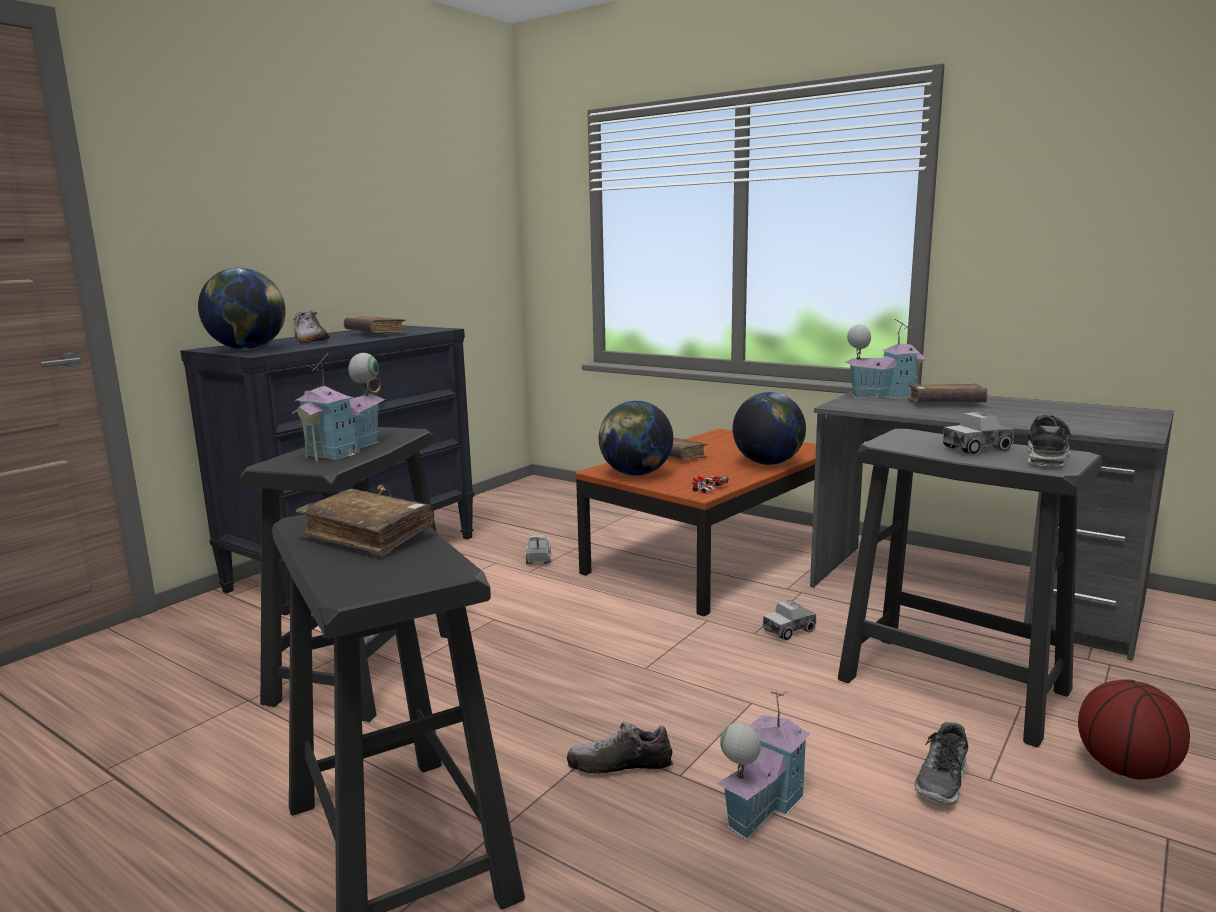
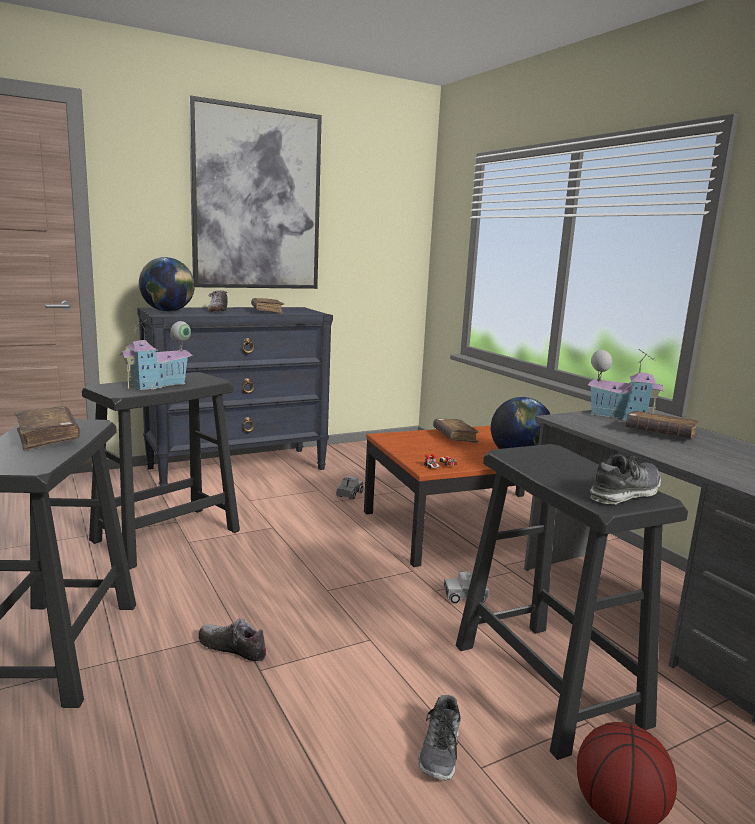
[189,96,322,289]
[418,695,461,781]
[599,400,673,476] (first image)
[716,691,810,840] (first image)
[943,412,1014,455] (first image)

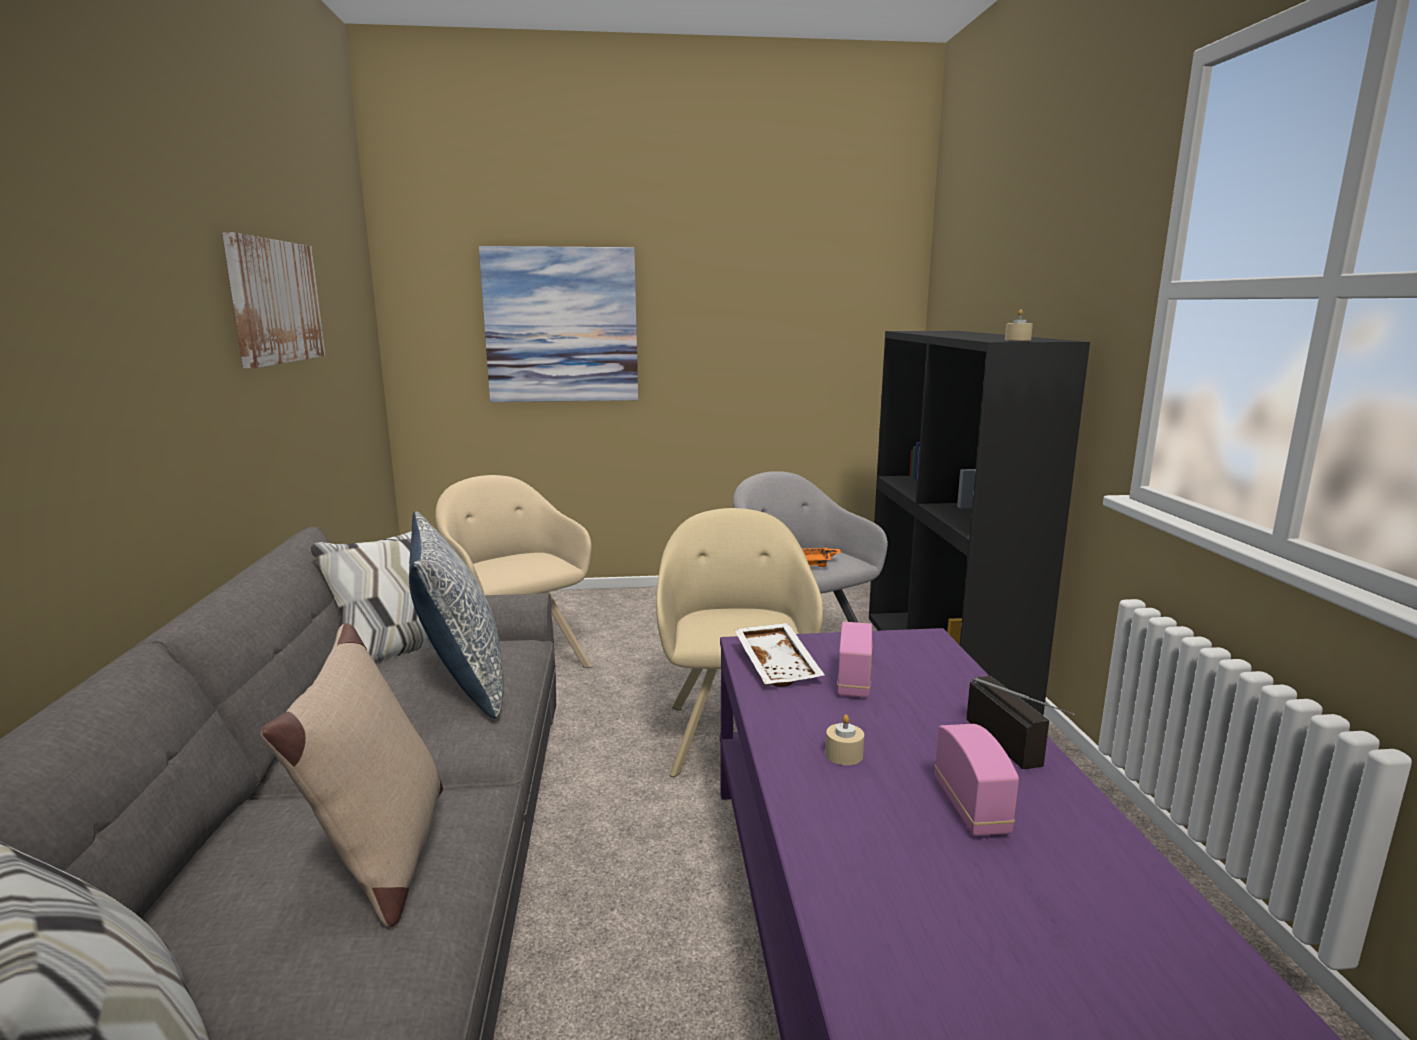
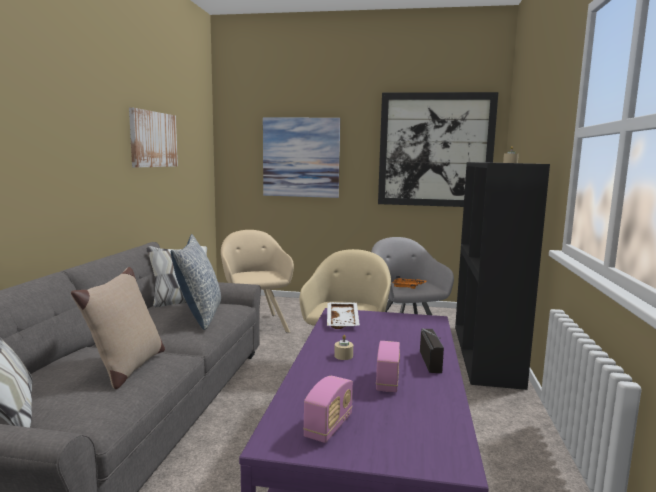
[303,376,353,443]
[378,92,498,207]

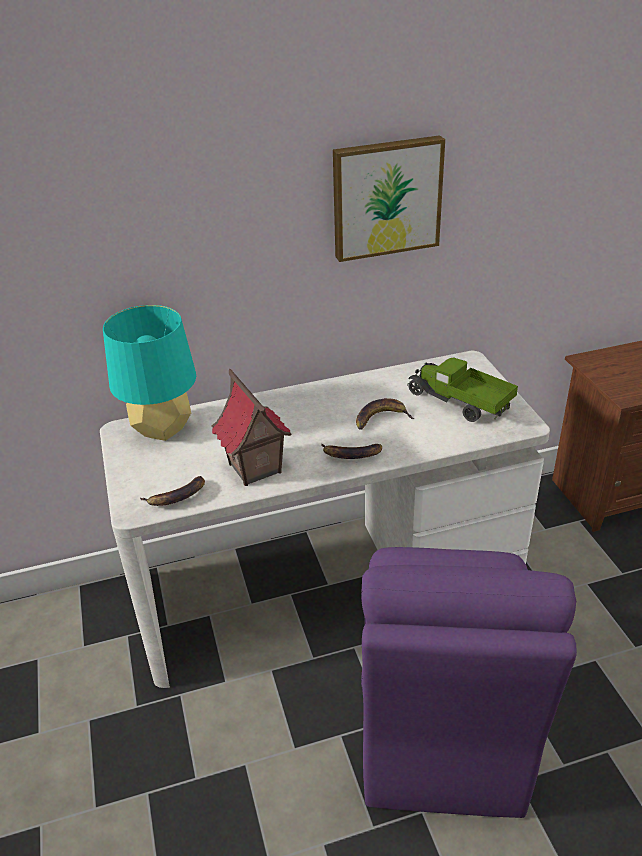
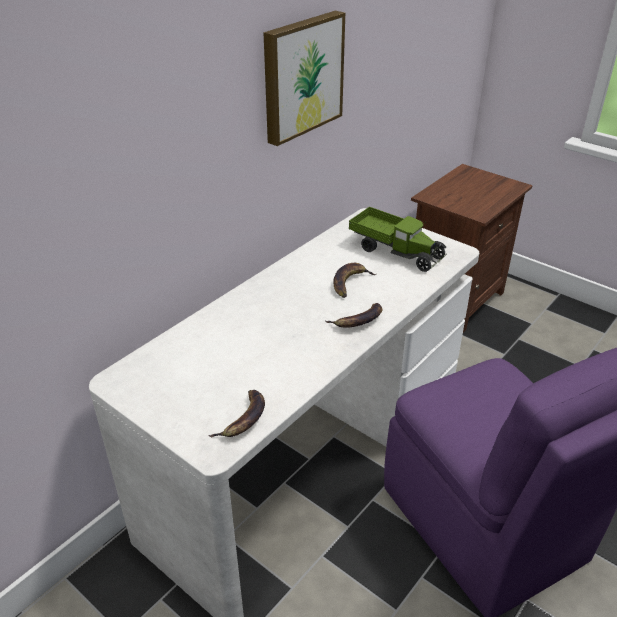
[349,207,446,272]
[103,305,196,441] (first image)
[212,368,291,486] (first image)

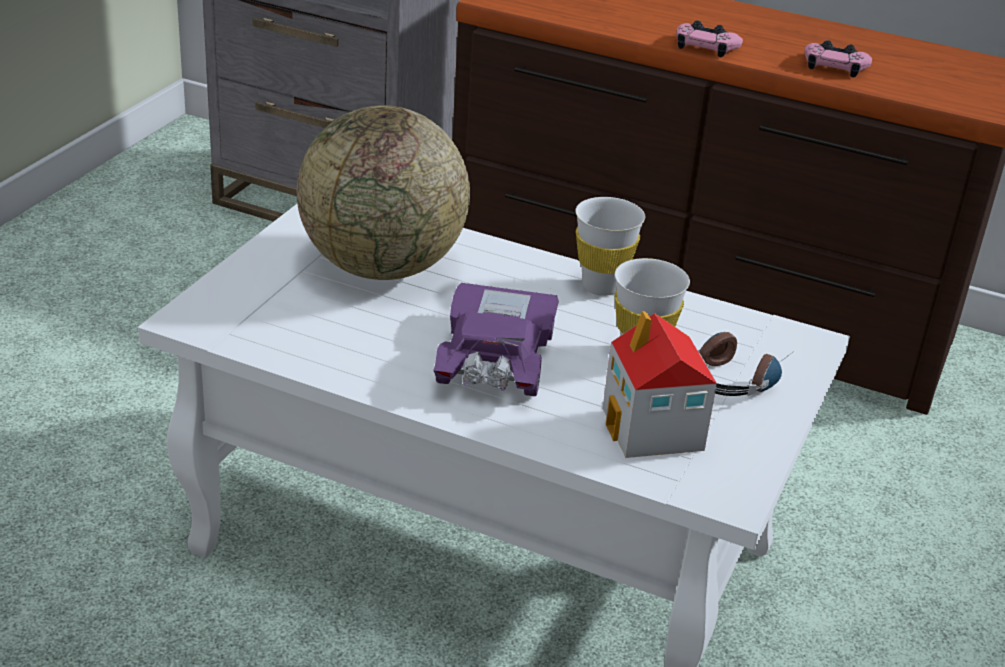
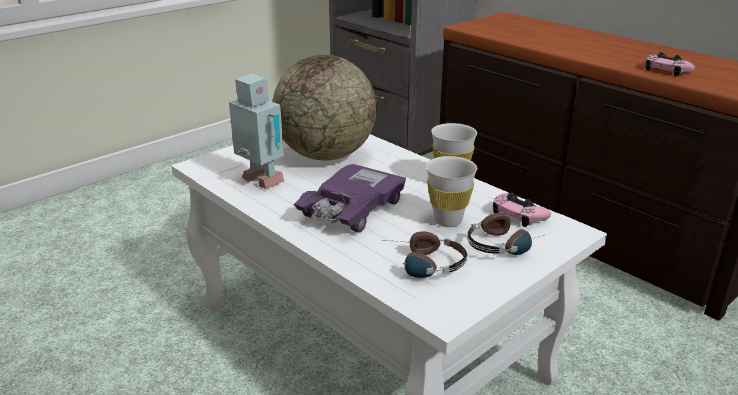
[229,73,284,189]
[386,231,468,278]
[493,193,551,227]

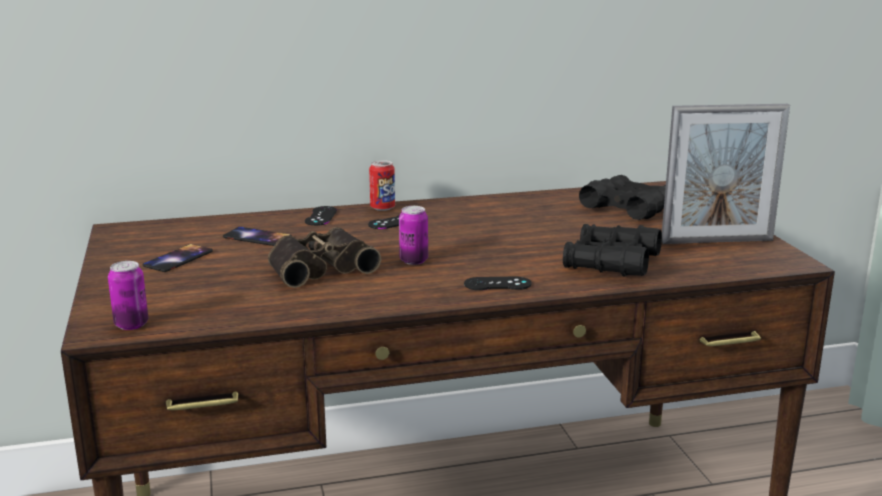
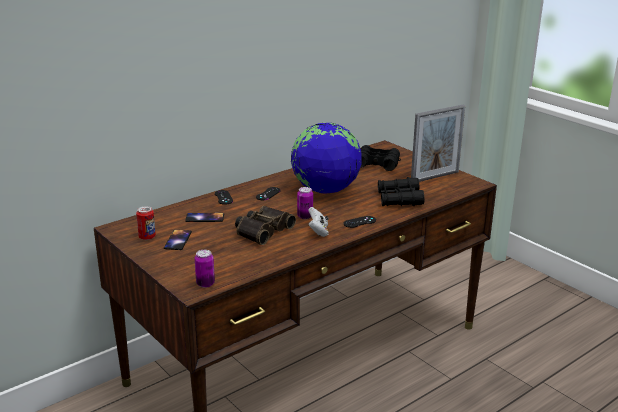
[136,206,156,240]
[291,122,362,194]
[308,207,329,237]

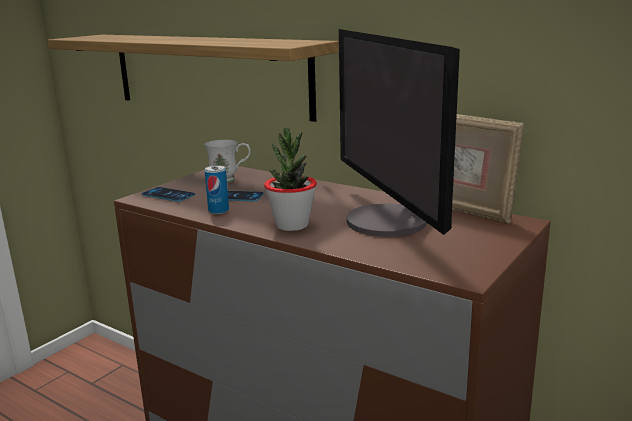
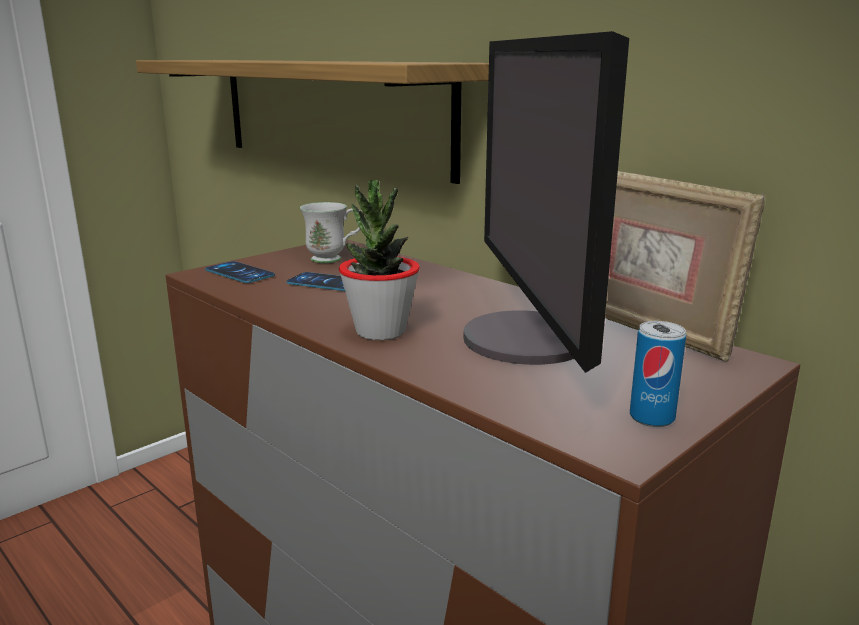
[630,321,686,427]

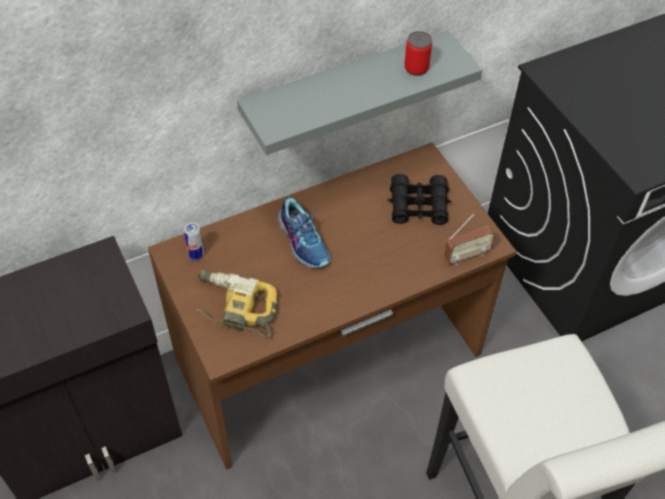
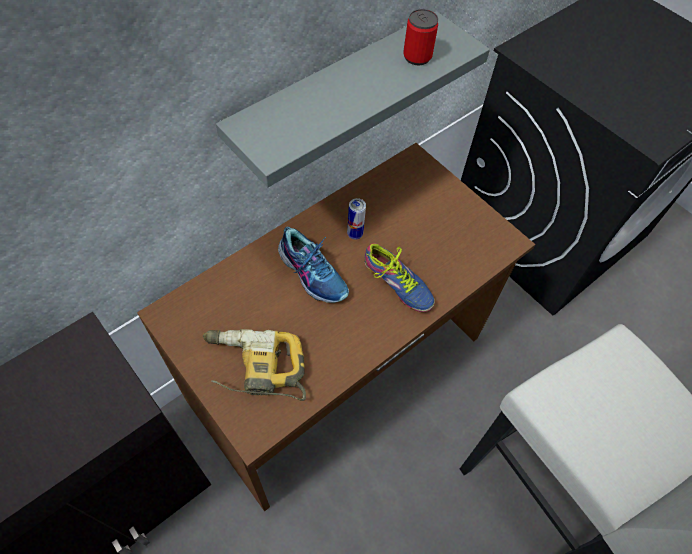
[347,198,366,239]
[365,243,435,312]
[388,174,452,225] (first image)
[444,214,496,265] (first image)

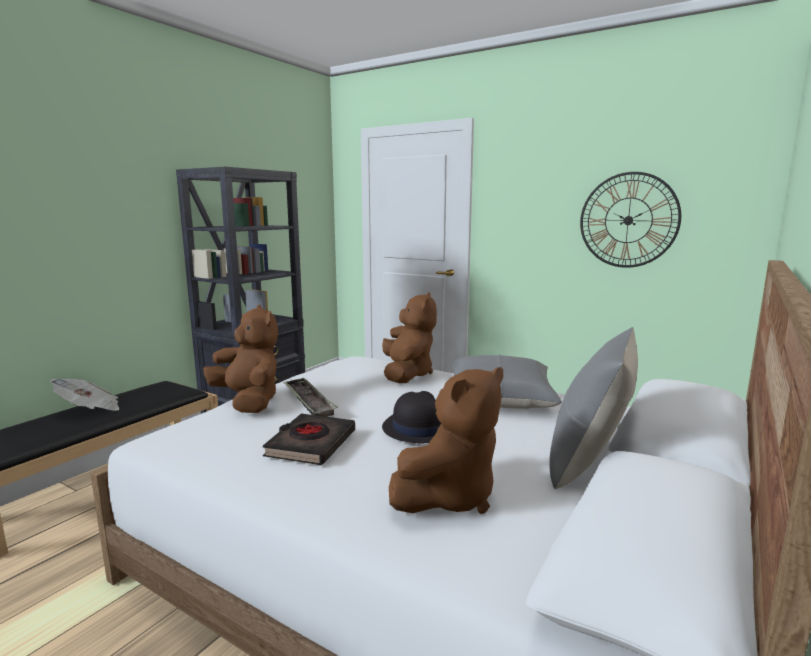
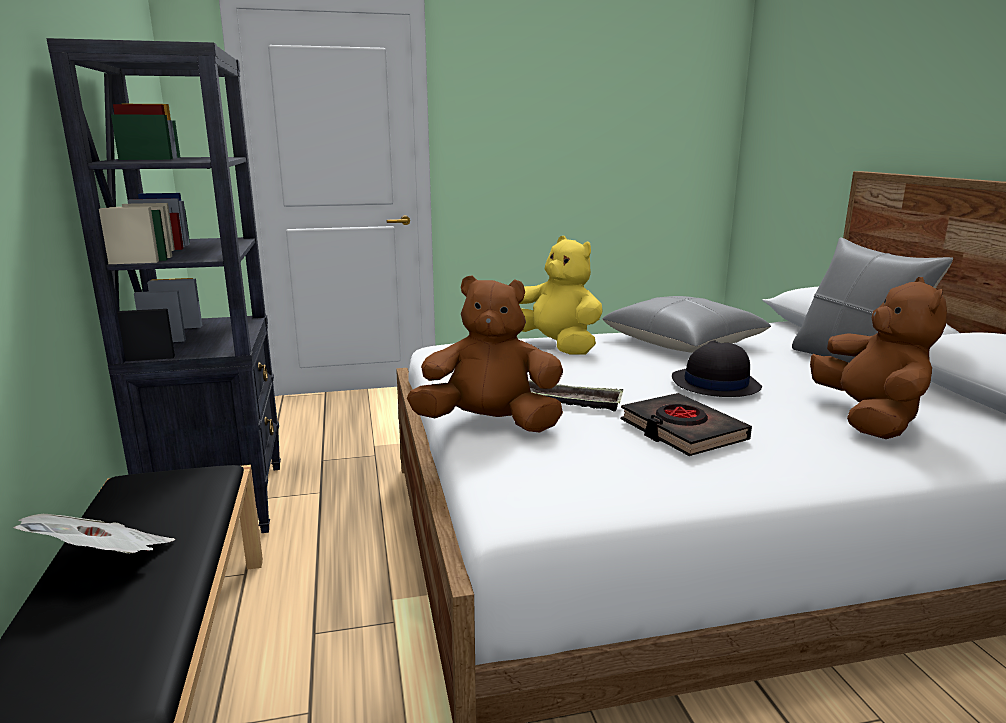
[519,236,603,355]
[580,172,681,268] (first image)

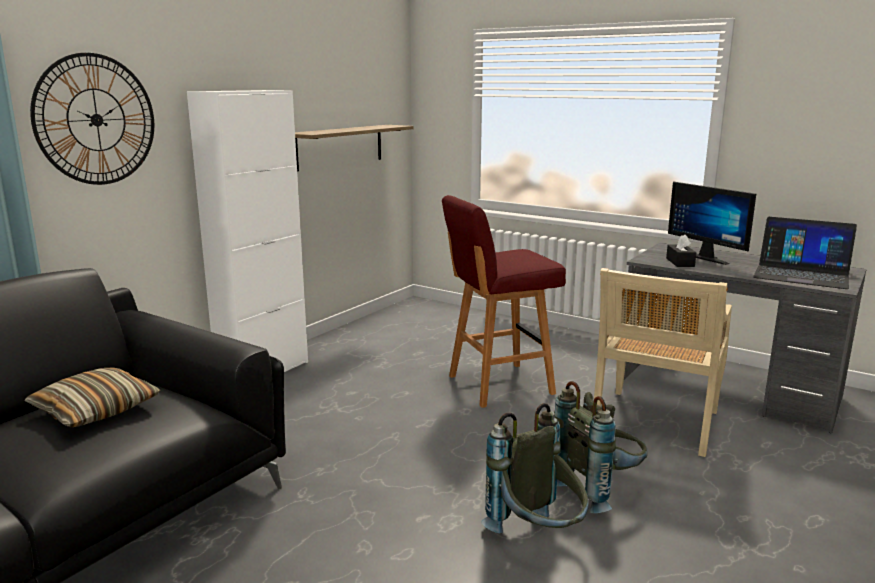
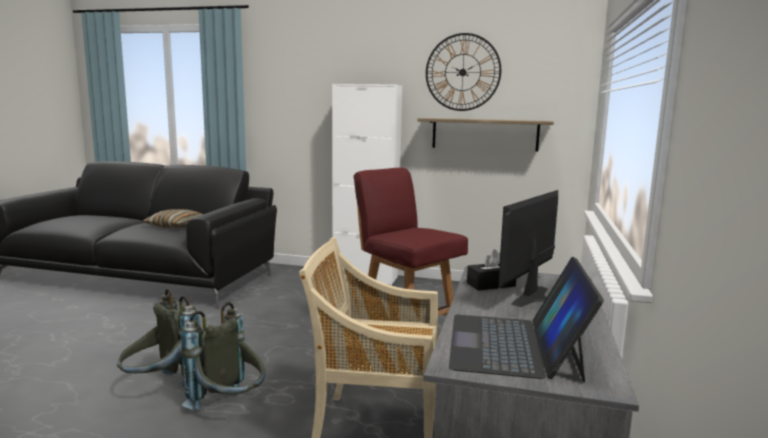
[426,33,501,111]

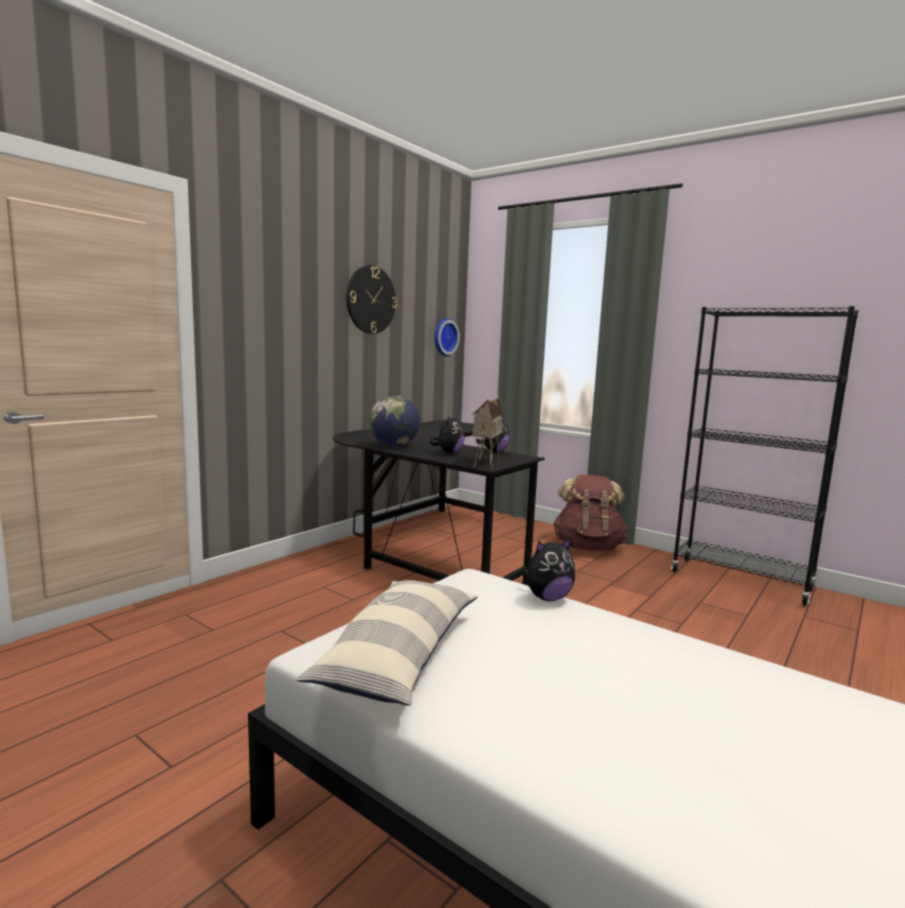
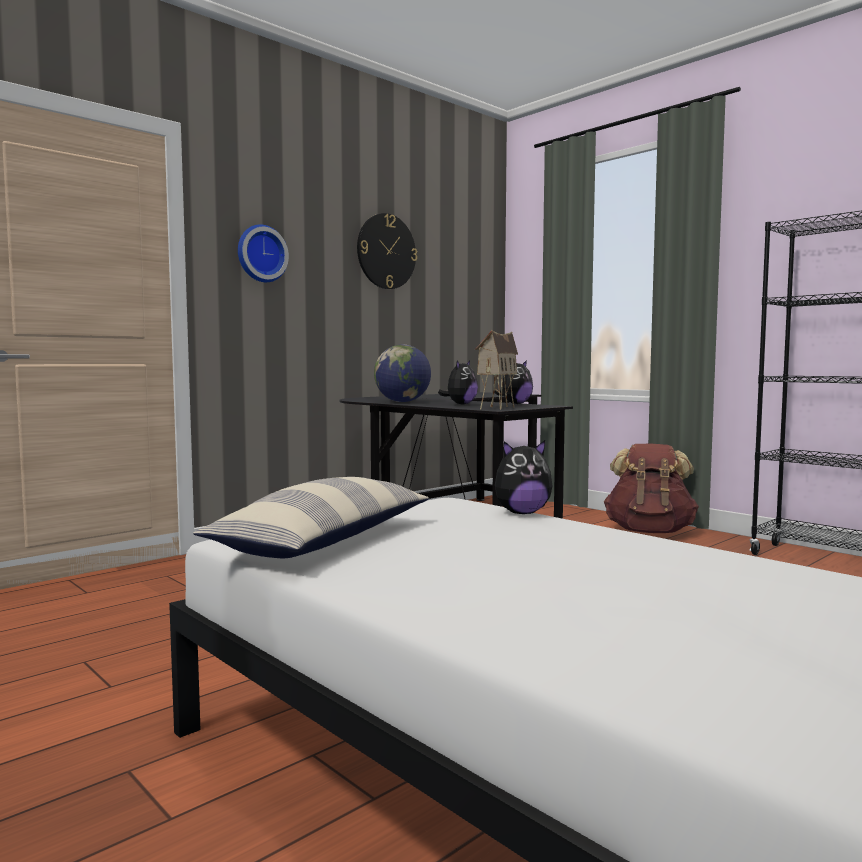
[238,224,289,282]

